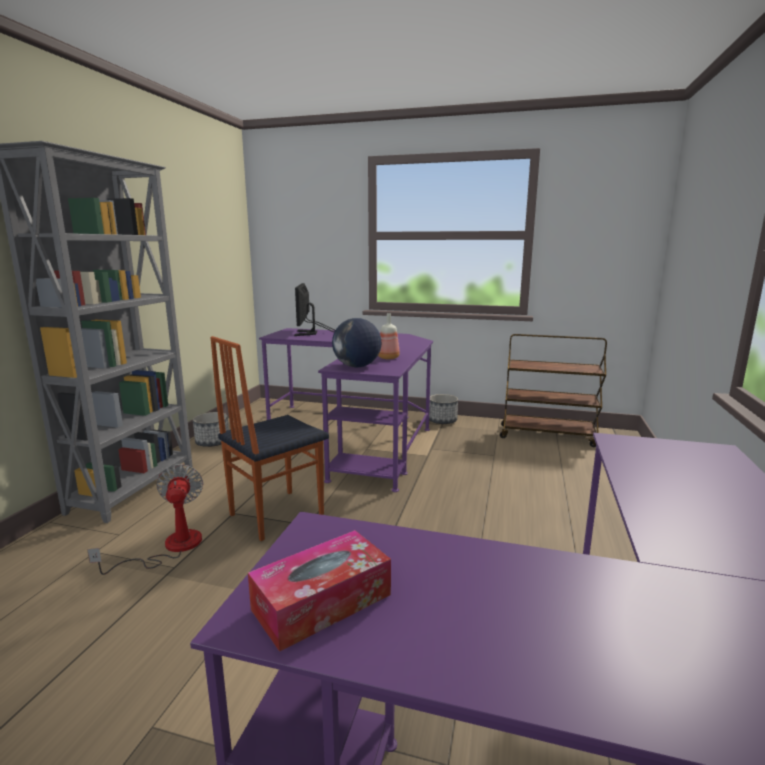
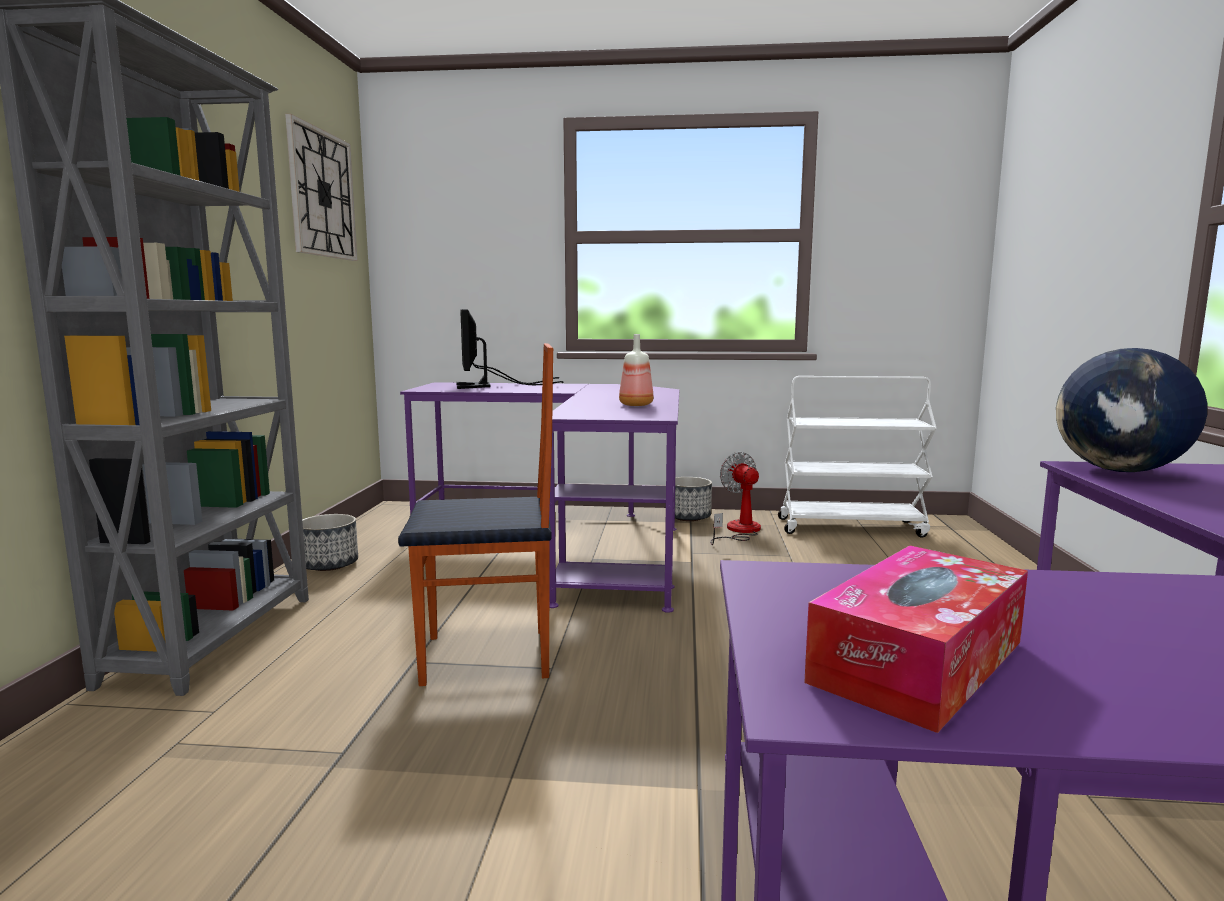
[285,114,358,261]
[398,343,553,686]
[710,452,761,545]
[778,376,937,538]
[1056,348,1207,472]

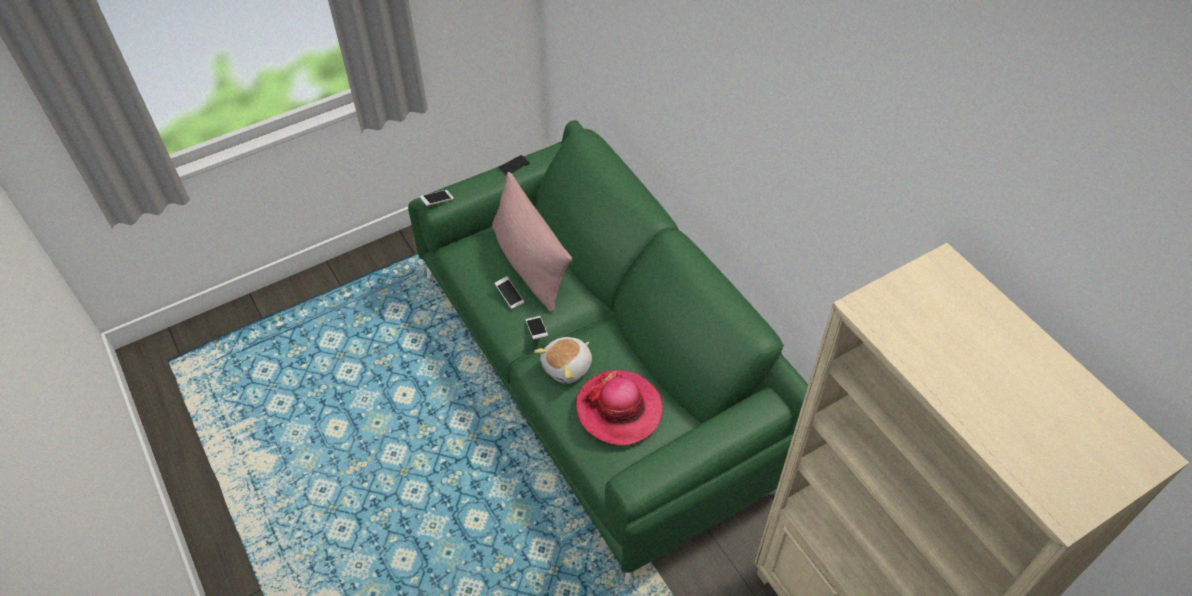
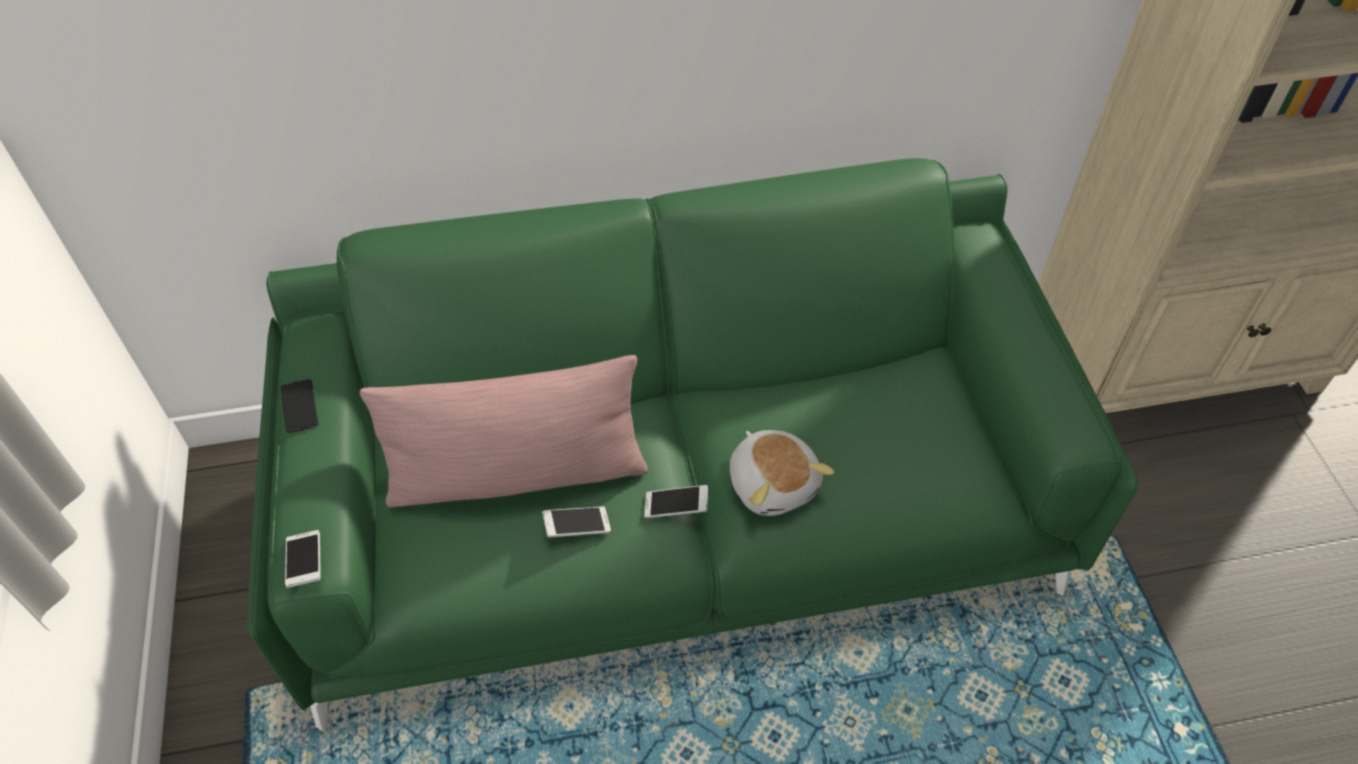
[575,370,663,446] (first image)

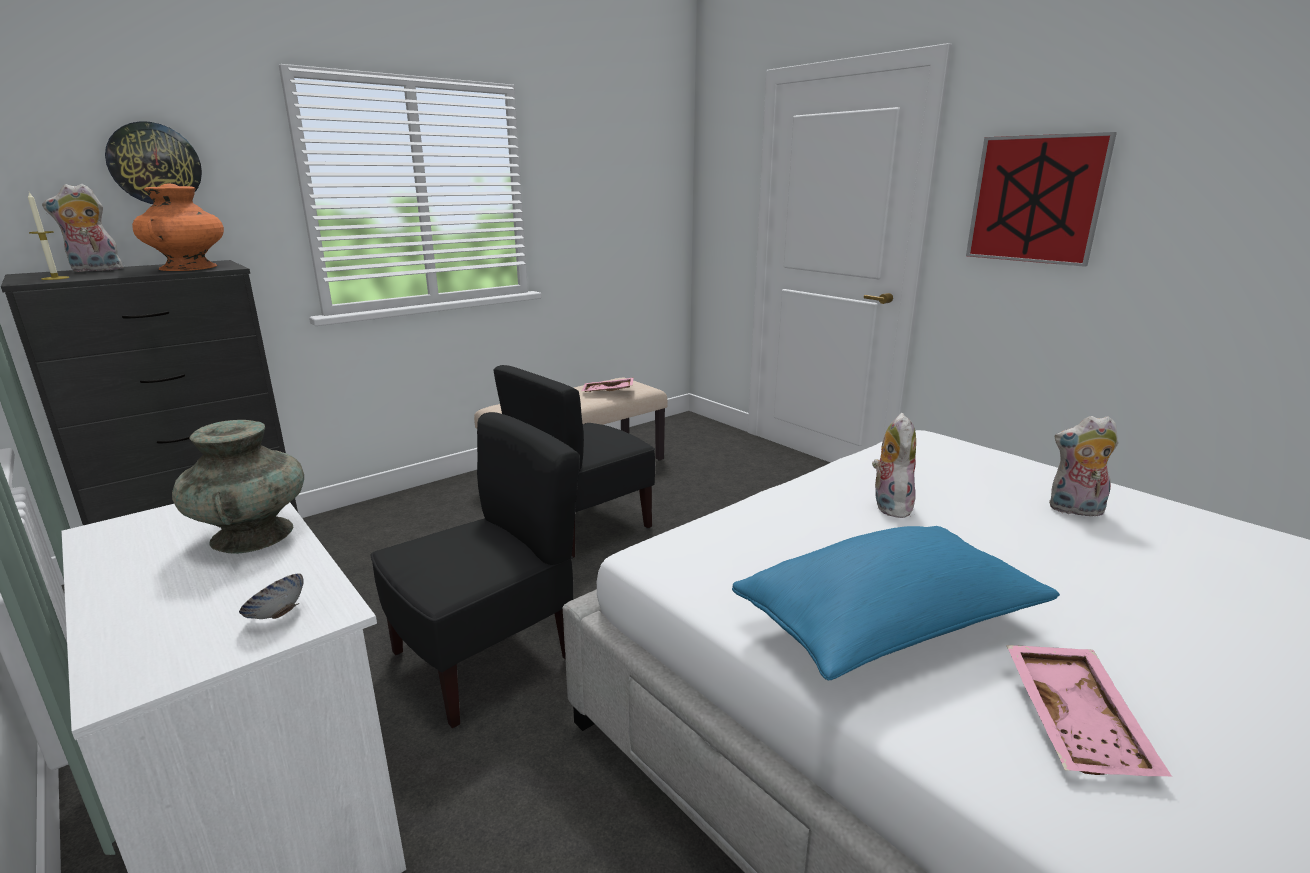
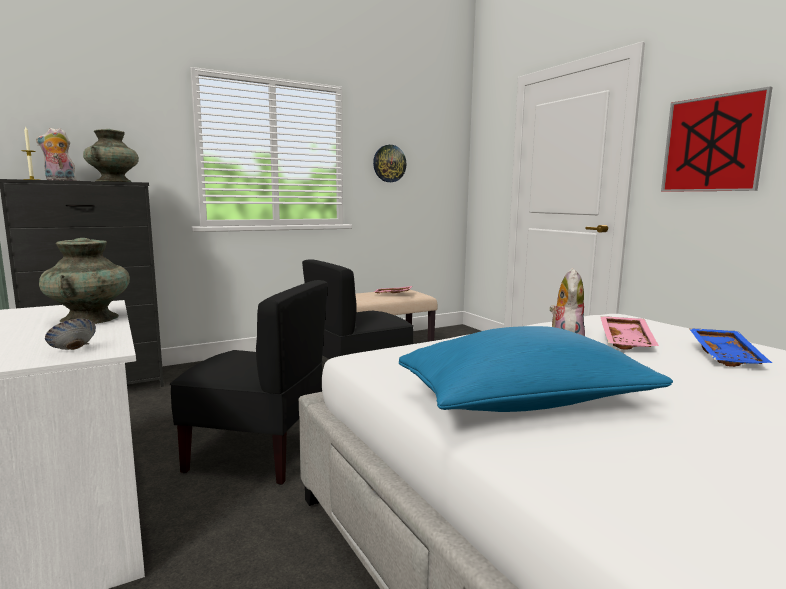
[83,129,139,182]
[170,280,328,485]
[373,145,407,182]
[600,316,659,350]
[689,328,772,367]

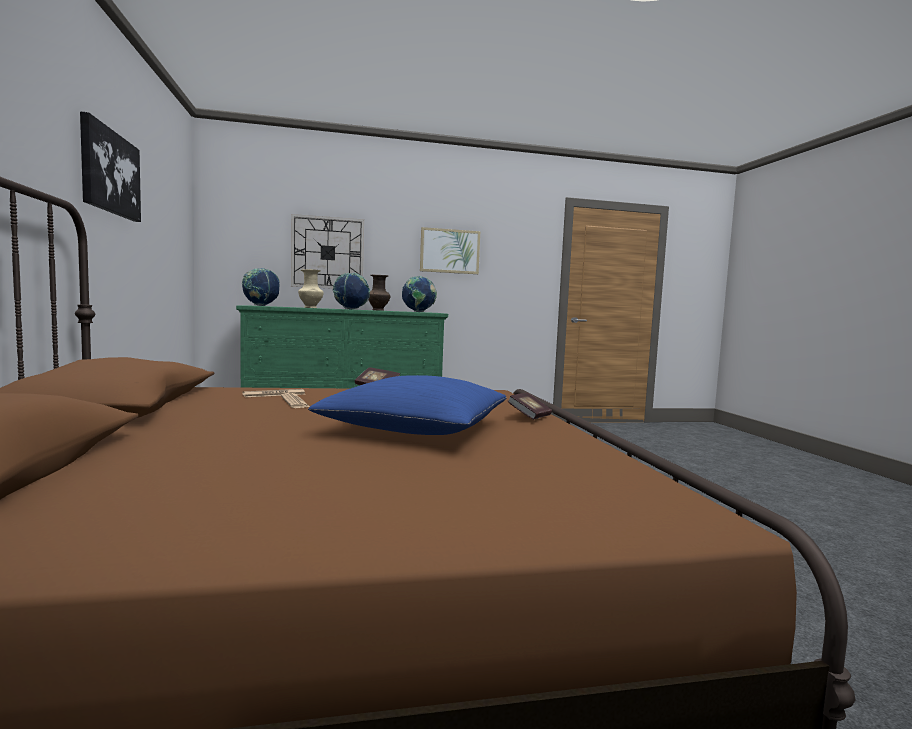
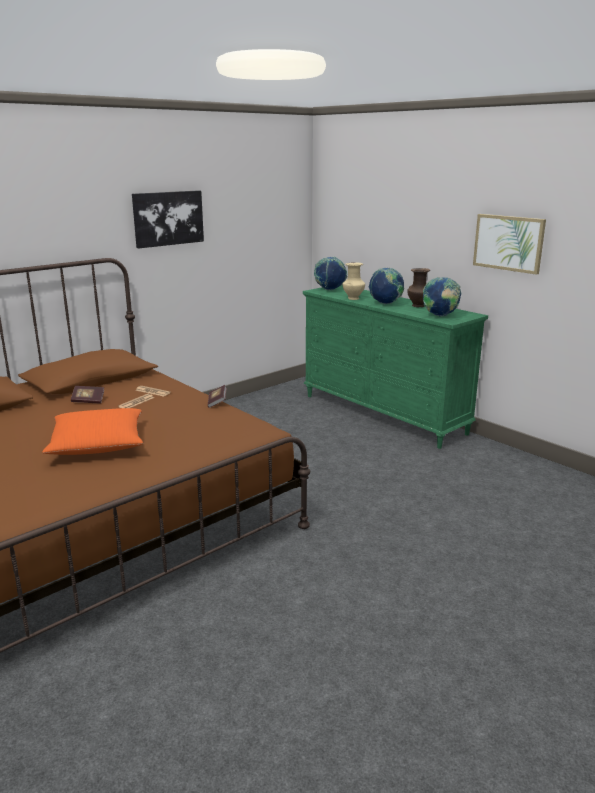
[42,408,143,455]
[71,386,104,404]
[291,214,364,289] (first image)

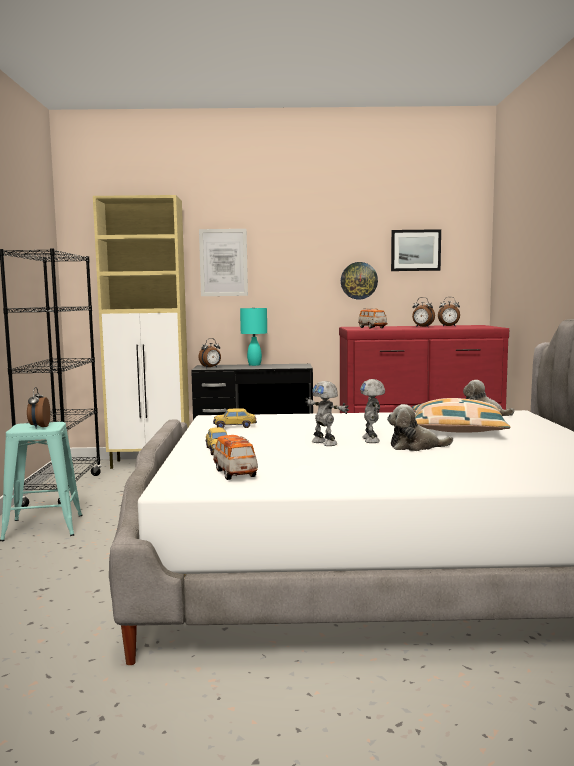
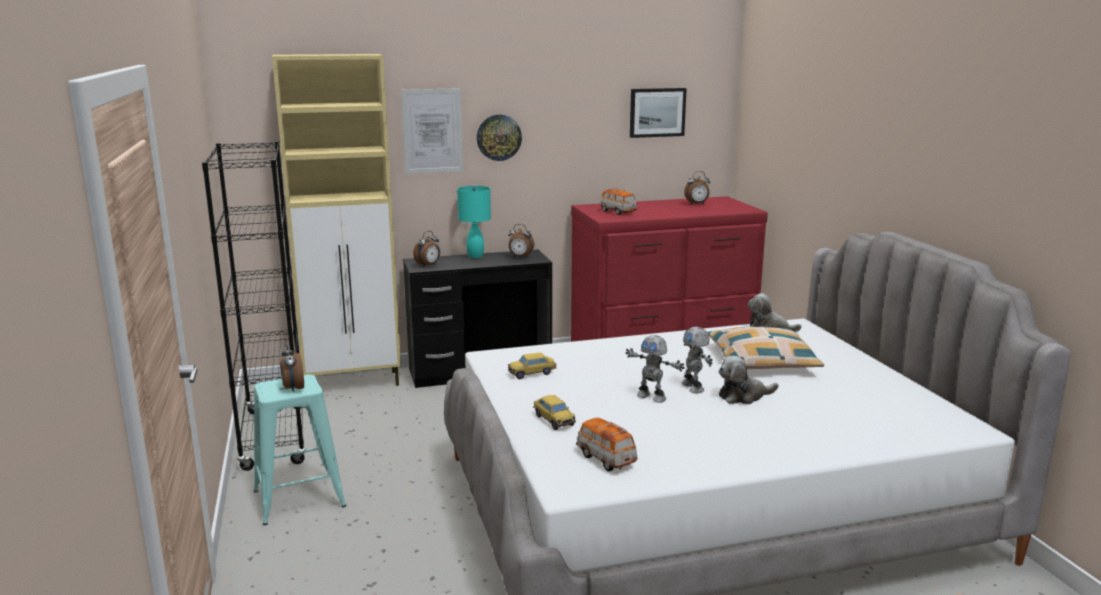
[477,115,522,161]
[508,224,534,258]

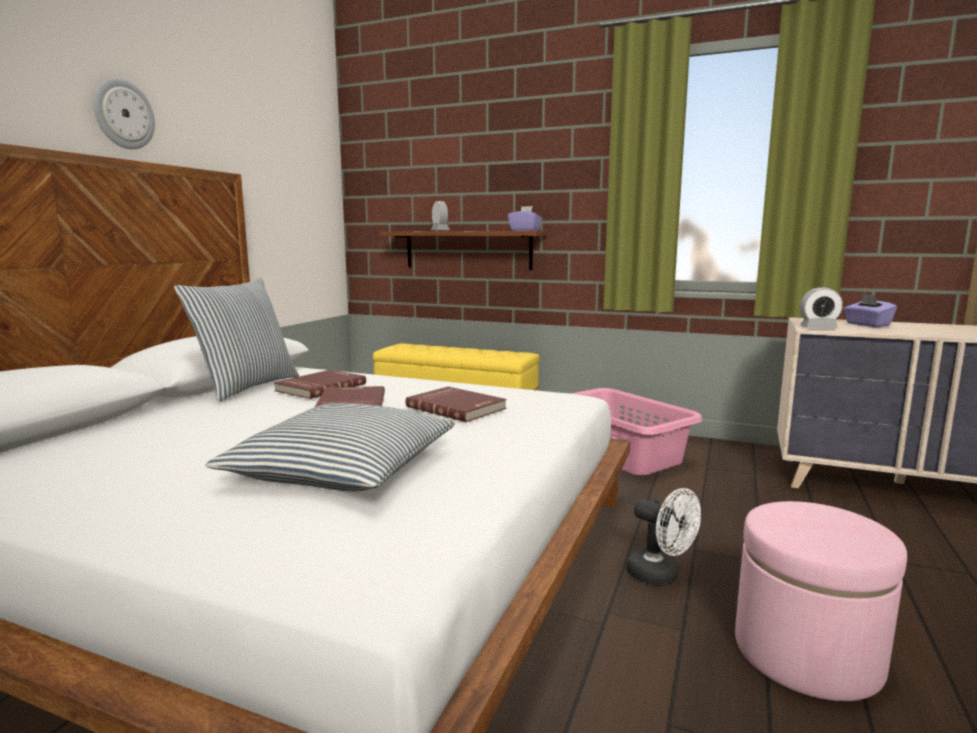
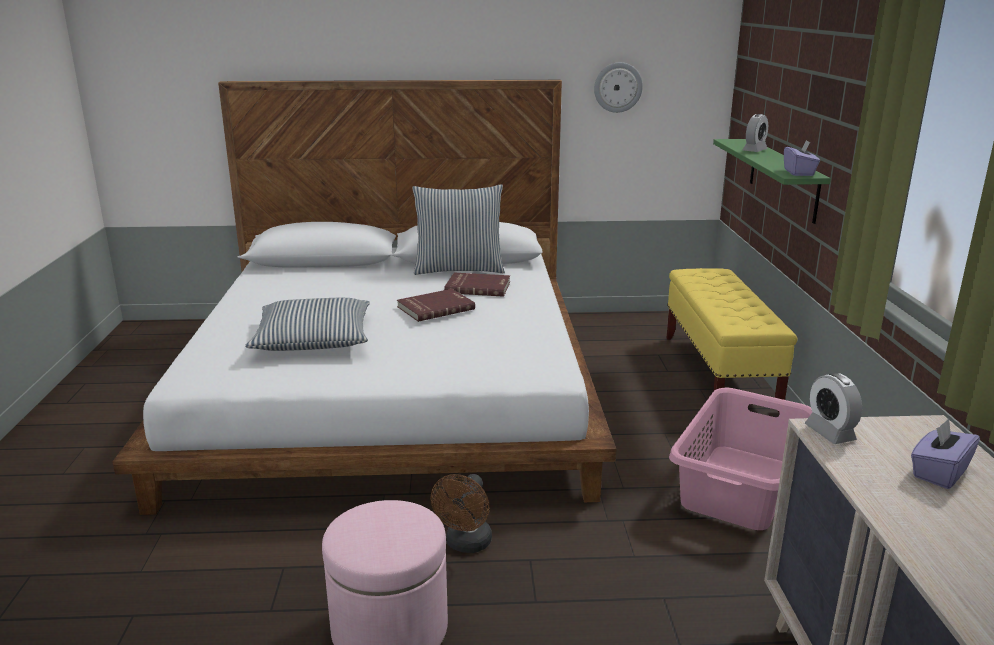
[431,474,492,553]
[594,62,643,113]
[713,139,831,224]
[406,387,507,422] (first image)

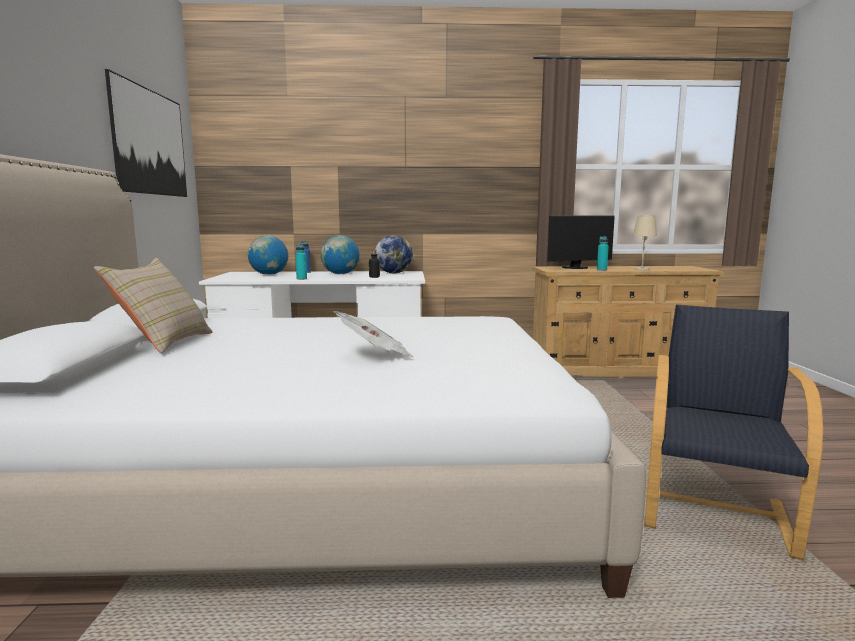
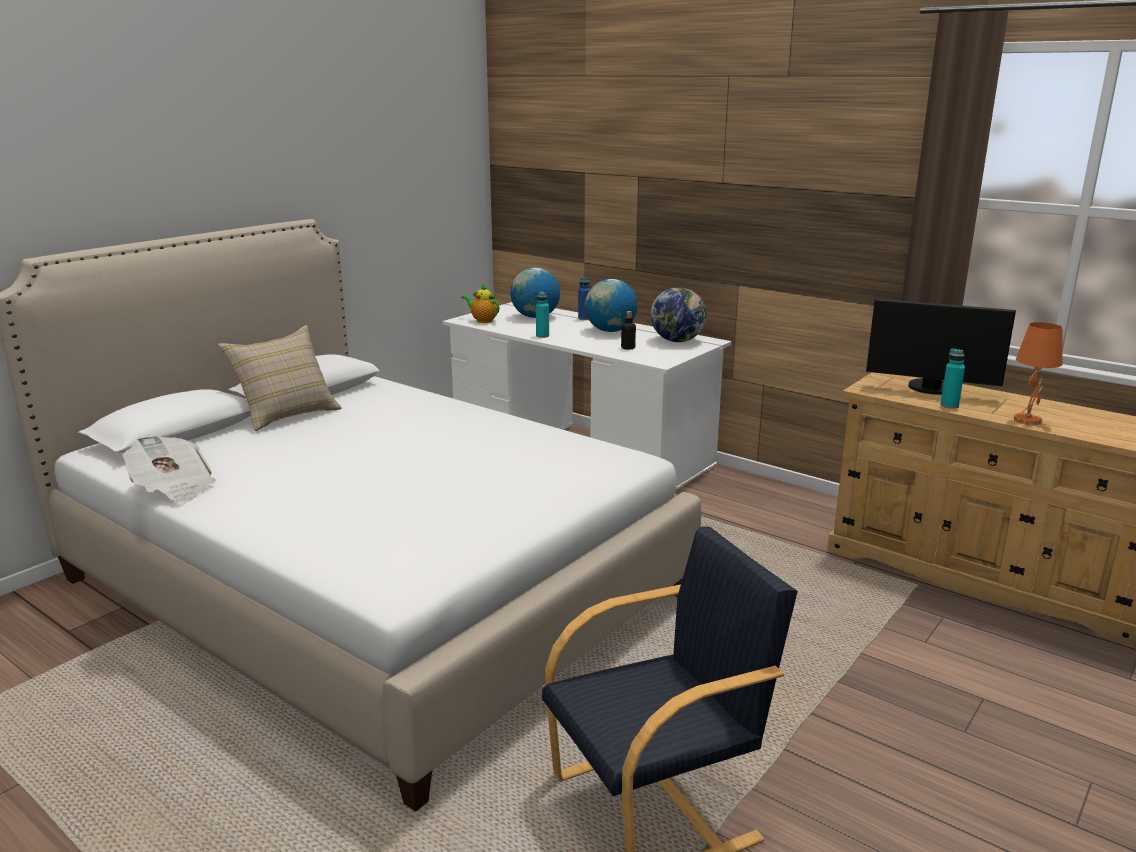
[123,435,216,503]
[462,284,499,323]
[1014,322,1063,425]
[105,69,187,197] (first image)

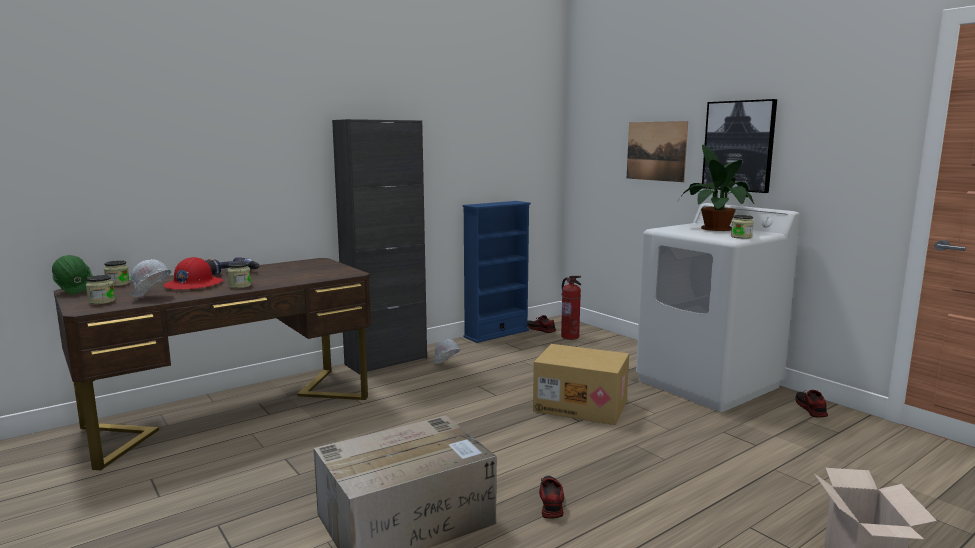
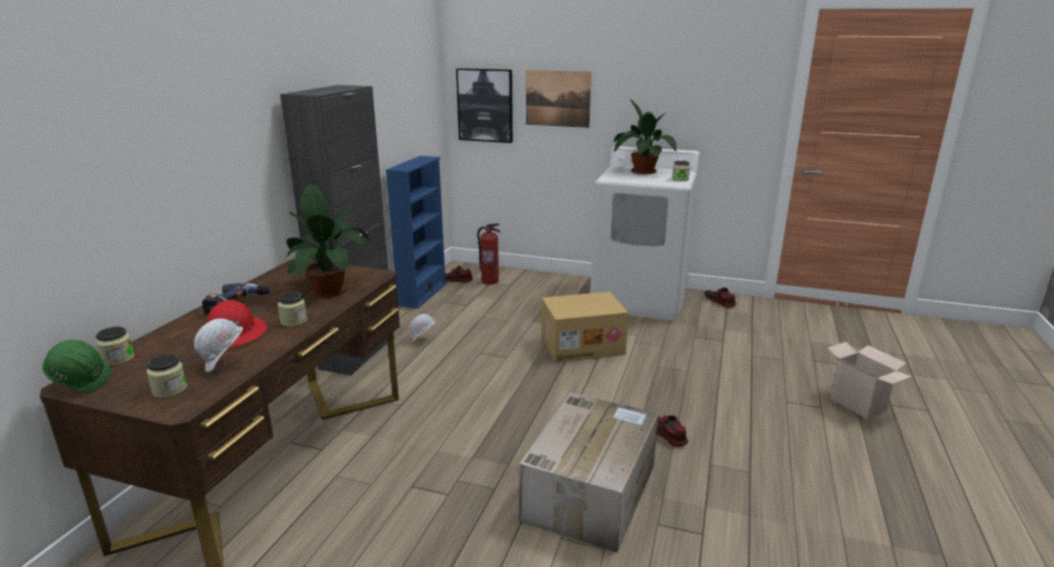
[282,184,370,298]
[456,68,513,143]

